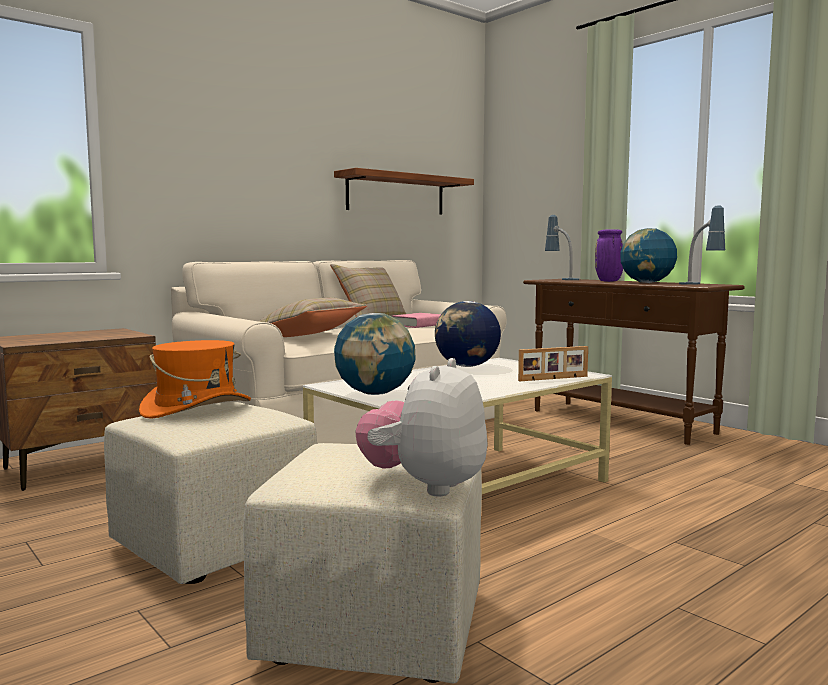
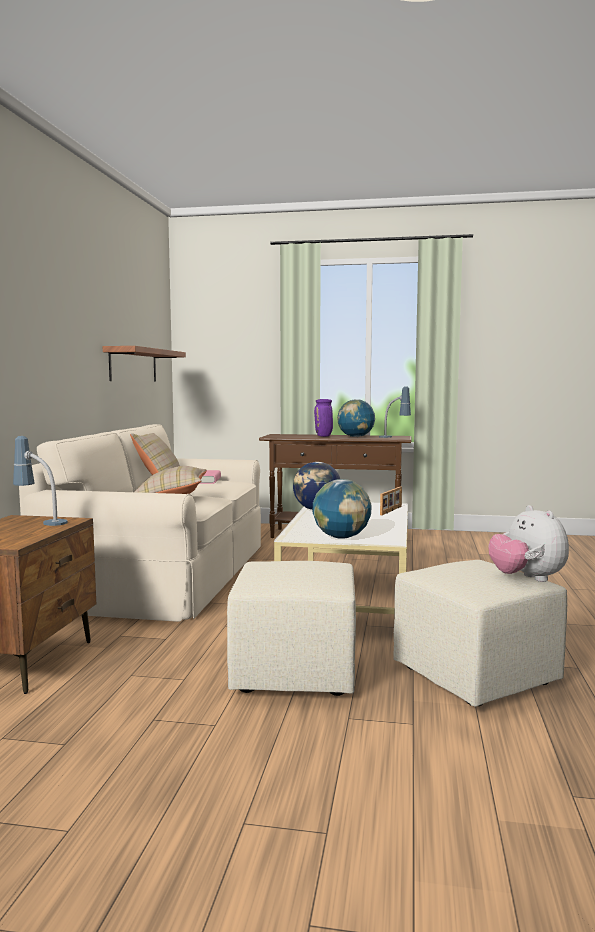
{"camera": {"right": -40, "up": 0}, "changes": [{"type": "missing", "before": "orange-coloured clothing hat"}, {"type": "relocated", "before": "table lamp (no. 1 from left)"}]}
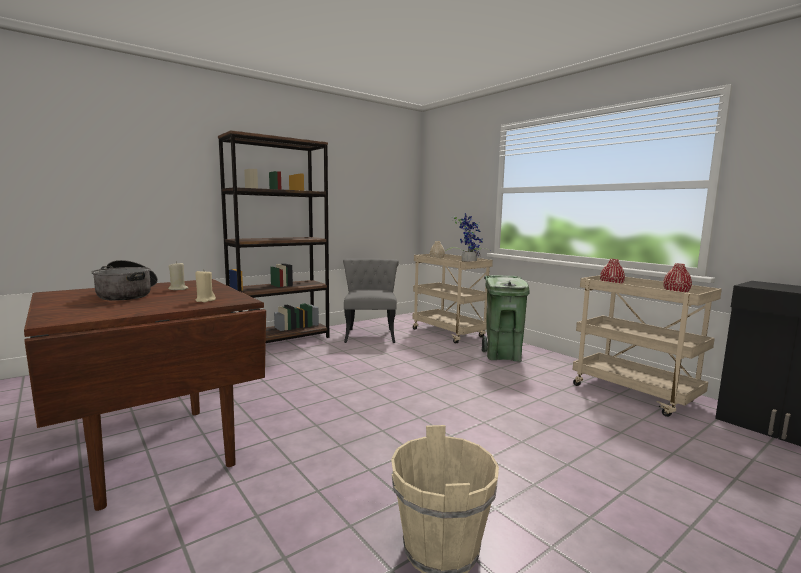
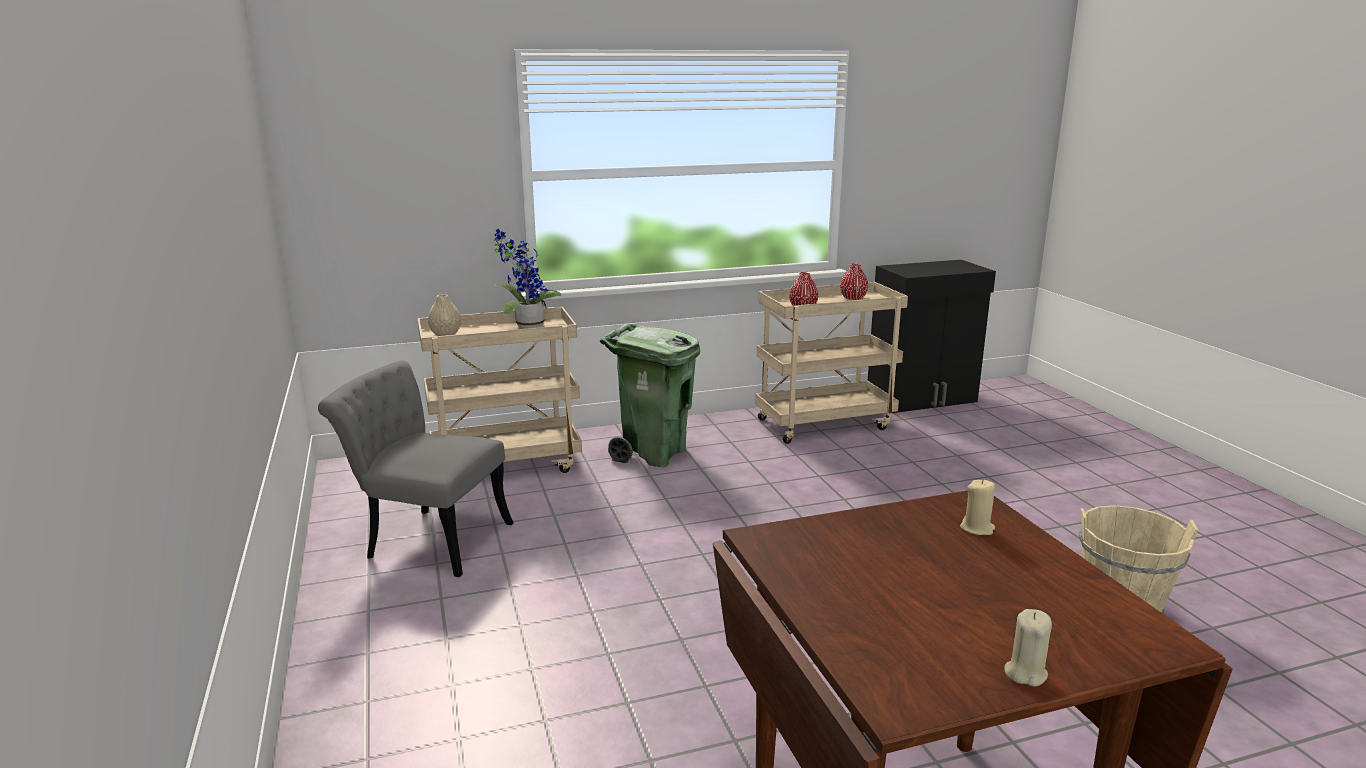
{"camera": {"right": -70, "up": 10}, "changes": [{"type": "missing", "before": "cooking pot"}, {"type": "relocated", "before": "beige-coloured candle (no. 1 from left in the first image)", "after": "beige-coloured candle (no. 2 from left)"}, {"type": "missing", "before": "brown-coloured bookcase"}]}
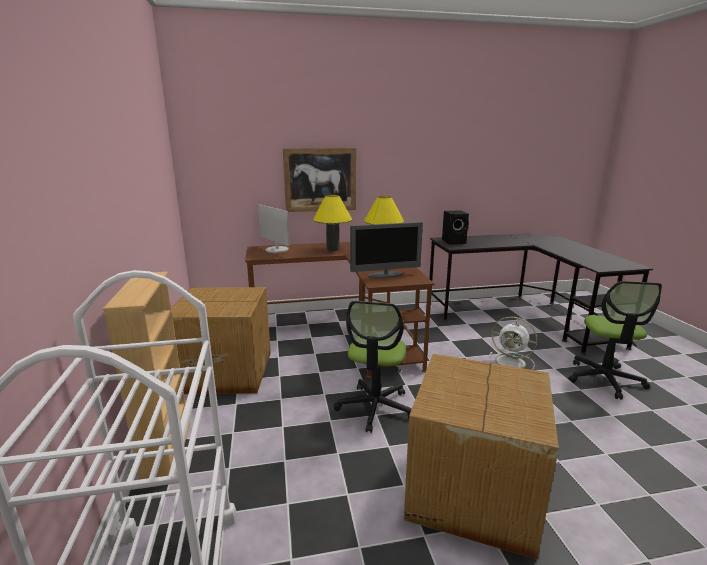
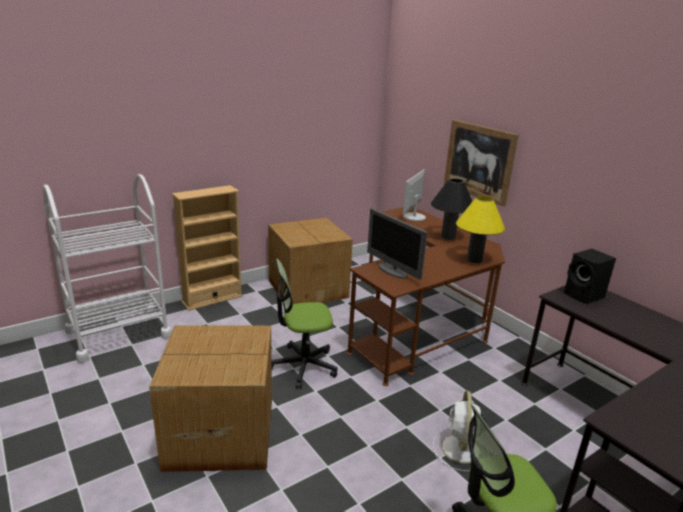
{"camera": {"right": 65, "up": 5}, "changes": [{"type": "colour", "before": "yellow-coloured table lamp (no. 1 from left)", "after": "blackish table lamp"}]}
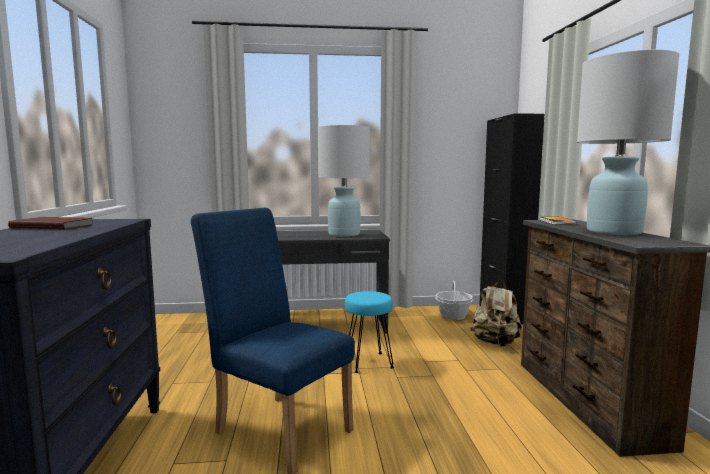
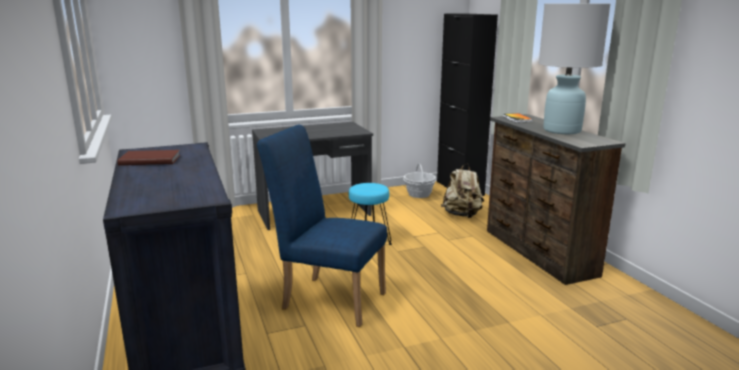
{"camera": {"right": -15, "up": 10}, "changes": [{"type": "missing", "before": "white table lamp (no. 1 from left)"}]}
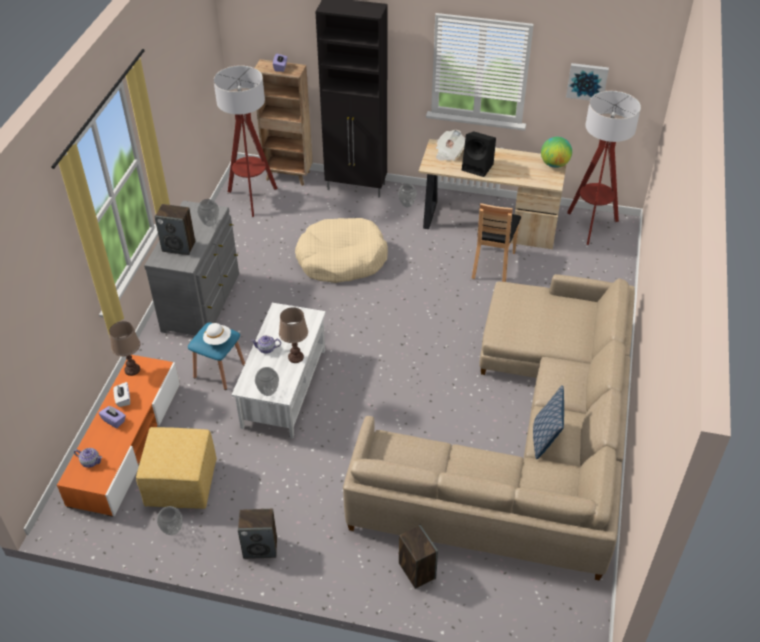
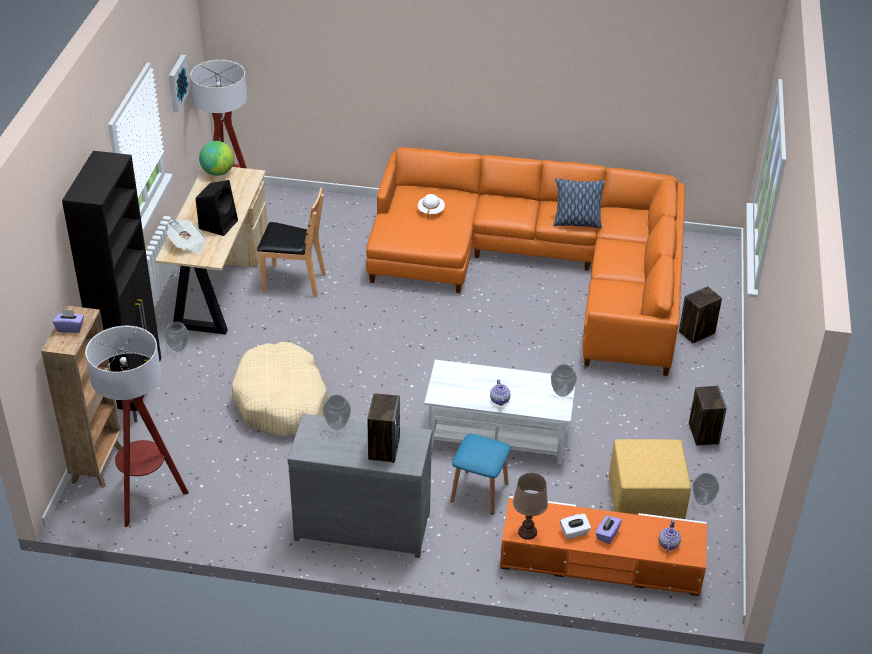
{"camera": {"right": -95, "up": -5}, "changes": [{"type": "relocated", "before": "white clothing hat"}, {"type": "missing", "before": "brown-coloured table lamp (no. 2 from left)"}, {"type": "colour", "before": "beige-coloured settee", "after": "orange-coloured settee"}]}
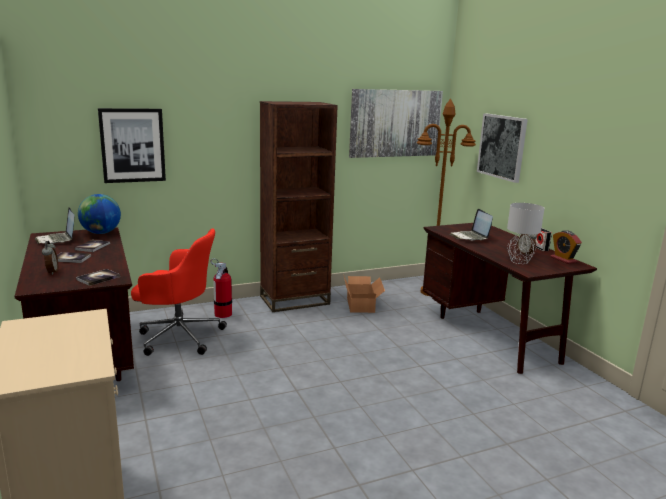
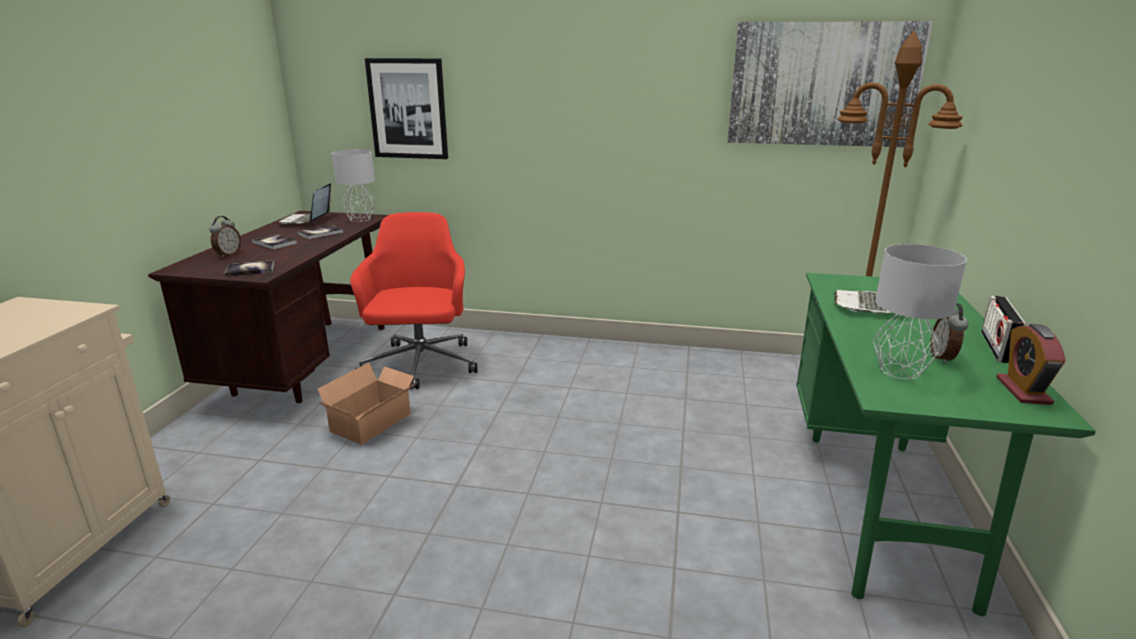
{"camera": {"right": 35, "up": 5}, "changes": [{"type": "exchanged", "before": "globe", "after": "gray table lamp (no. 1 from left)"}, {"type": "spun", "before": "reddish desk chair", "turn": -135}, {"type": "missing", "before": "fire-fighting cylinder"}, {"type": "missing", "before": "brown-coloured bookcase"}, {"type": "relocated", "before": "cardboard box"}, {"type": "colour", "before": "brown-coloured desk table (no. 2 from left)", "after": "green-coloured desk table"}, {"type": "missing", "before": "picture (no. 3 from left)"}]}
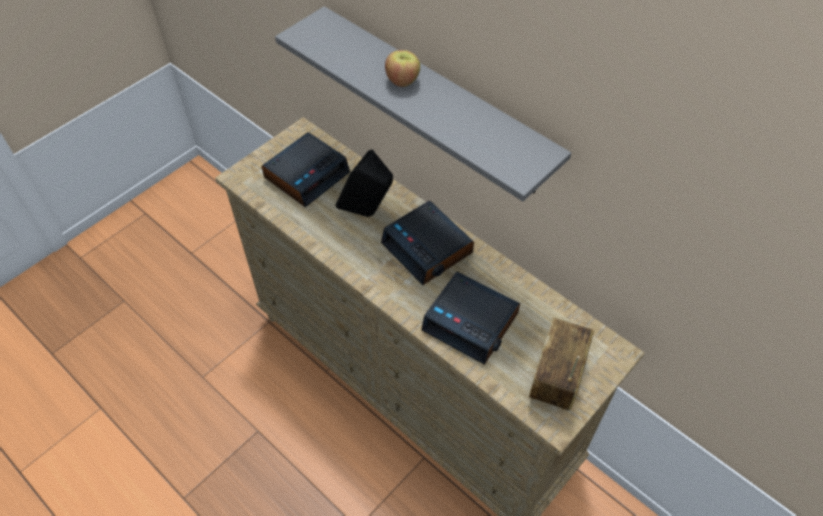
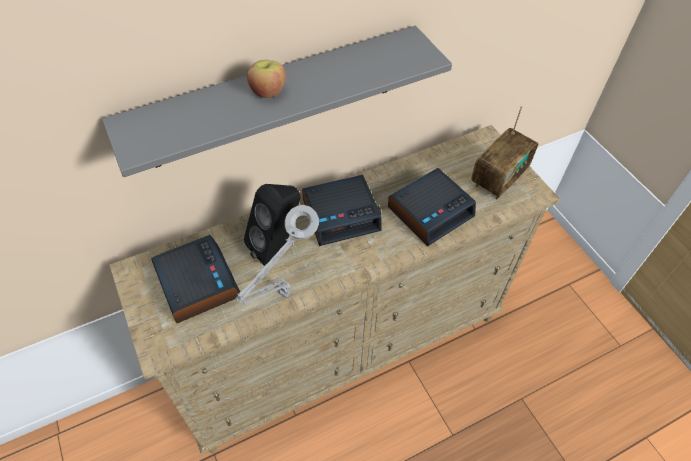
{"camera": {"right": -70, "up": 0}, "changes": [{"type": "spun", "before": "radio", "turn": -90}, {"type": "appeared", "after": "gray table lamp"}]}
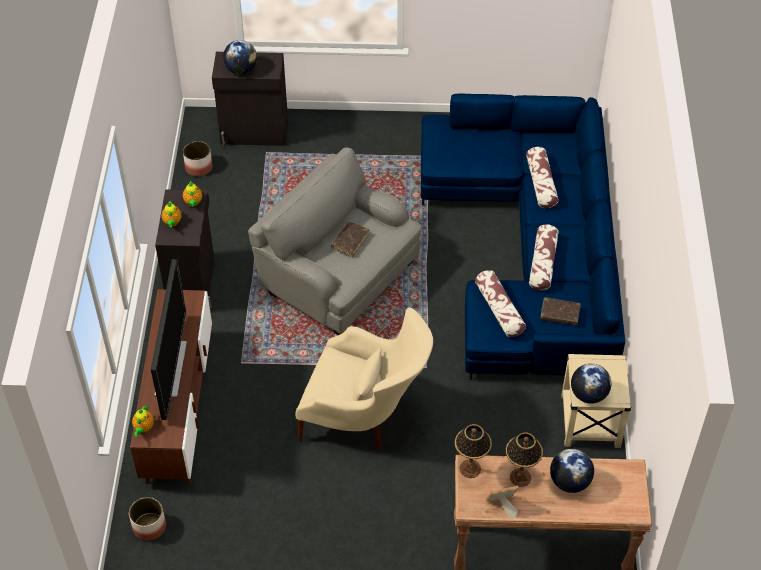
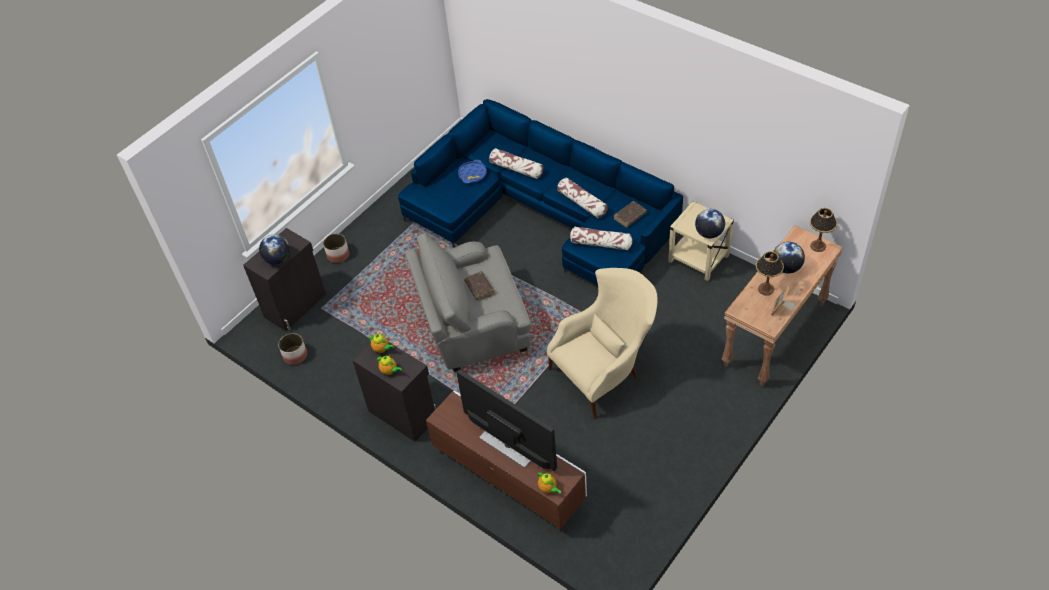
{"camera": {"right": -50, "up": 0}, "changes": [{"type": "relocated", "before": "plant pot (no. 1 from left in the first image)", "after": "plant pot (no. 2 from left)"}, {"type": "relocated", "before": "table lamp (no. 1 from left in the first image)", "after": "table lamp (no. 2 from left)"}, {"type": "appeared", "after": "blue carrying tray"}]}
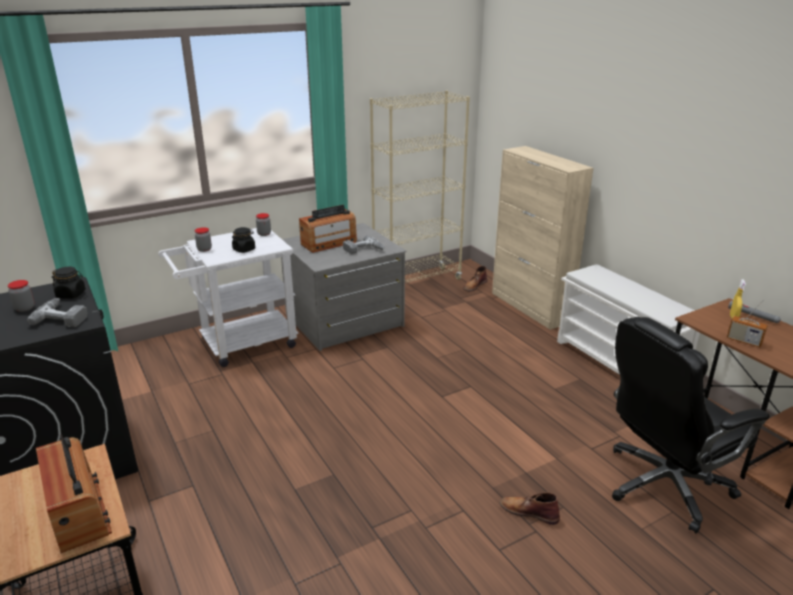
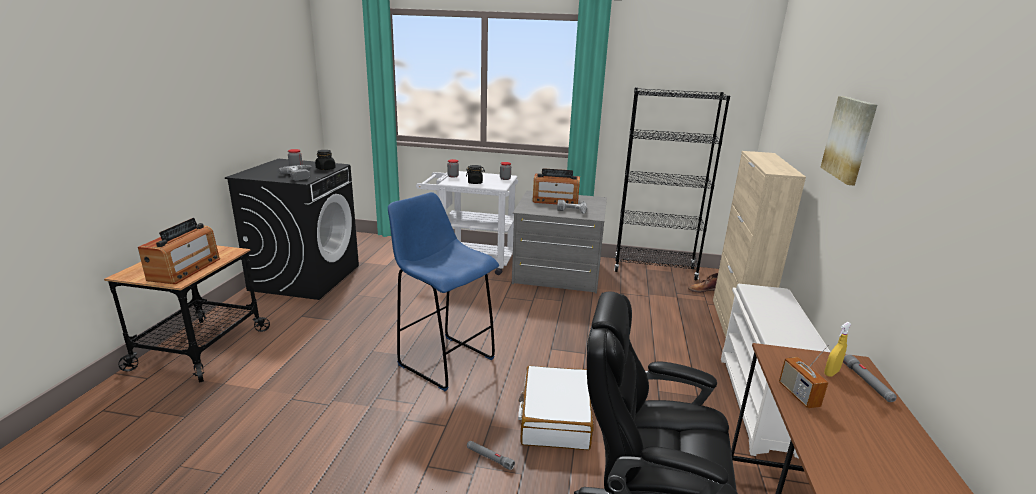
{"camera": {"right": 40, "up": -5}, "changes": [{"type": "colour", "before": "beige-coloured bookcase", "after": "blackish bookcase"}, {"type": "exchanged", "before": "brown-coloured high-top boot (no. 2 from left)", "after": "gray torch (no. 1 from left)"}, {"type": "appeared", "after": "blue stool"}, {"type": "appeared", "after": "white piece of luggage"}, {"type": "appeared", "after": "picture"}]}
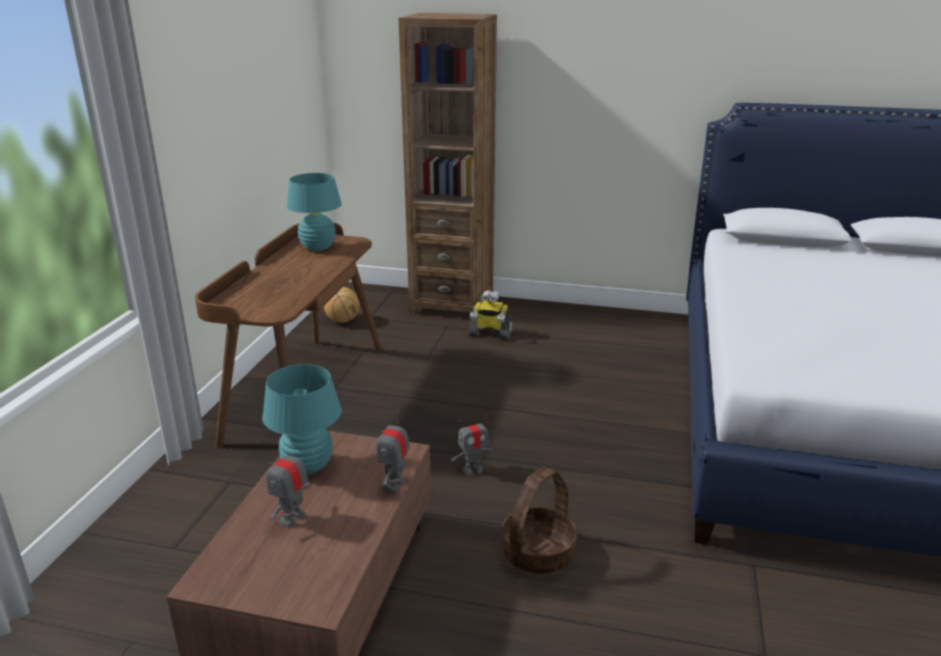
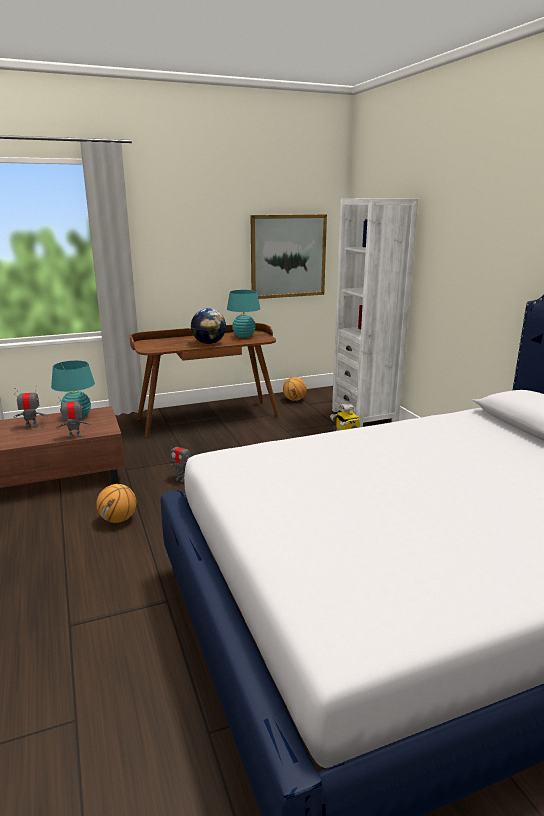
{"camera": {"right": 55, "up": -5}, "changes": [{"type": "colour", "before": "brown-coloured bookcase", "after": "white bookcase"}, {"type": "exchanged", "before": "storage basket", "after": "basketball ball (no. 1 from left)"}, {"type": "appeared", "after": "globe"}, {"type": "appeared", "after": "picture"}]}
